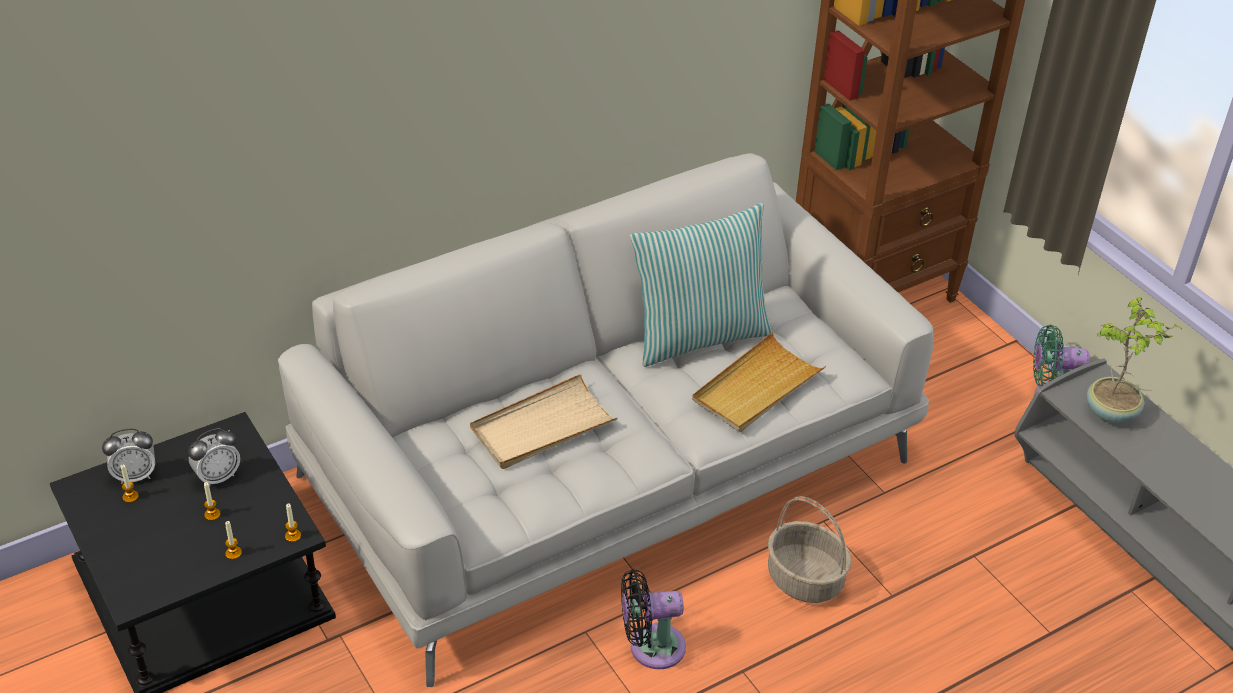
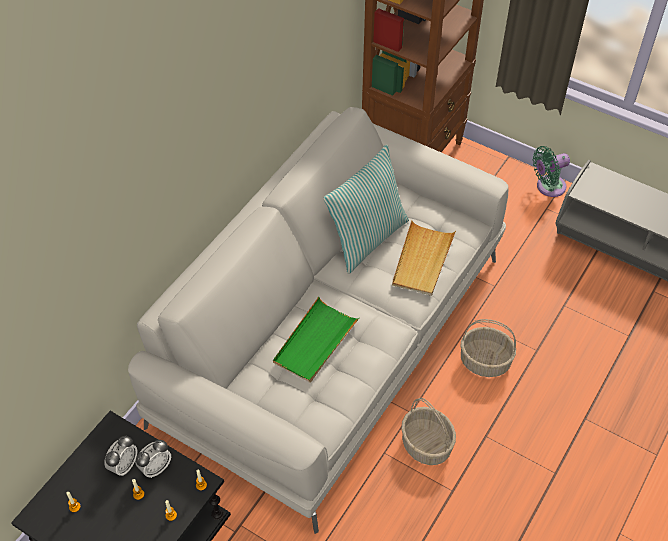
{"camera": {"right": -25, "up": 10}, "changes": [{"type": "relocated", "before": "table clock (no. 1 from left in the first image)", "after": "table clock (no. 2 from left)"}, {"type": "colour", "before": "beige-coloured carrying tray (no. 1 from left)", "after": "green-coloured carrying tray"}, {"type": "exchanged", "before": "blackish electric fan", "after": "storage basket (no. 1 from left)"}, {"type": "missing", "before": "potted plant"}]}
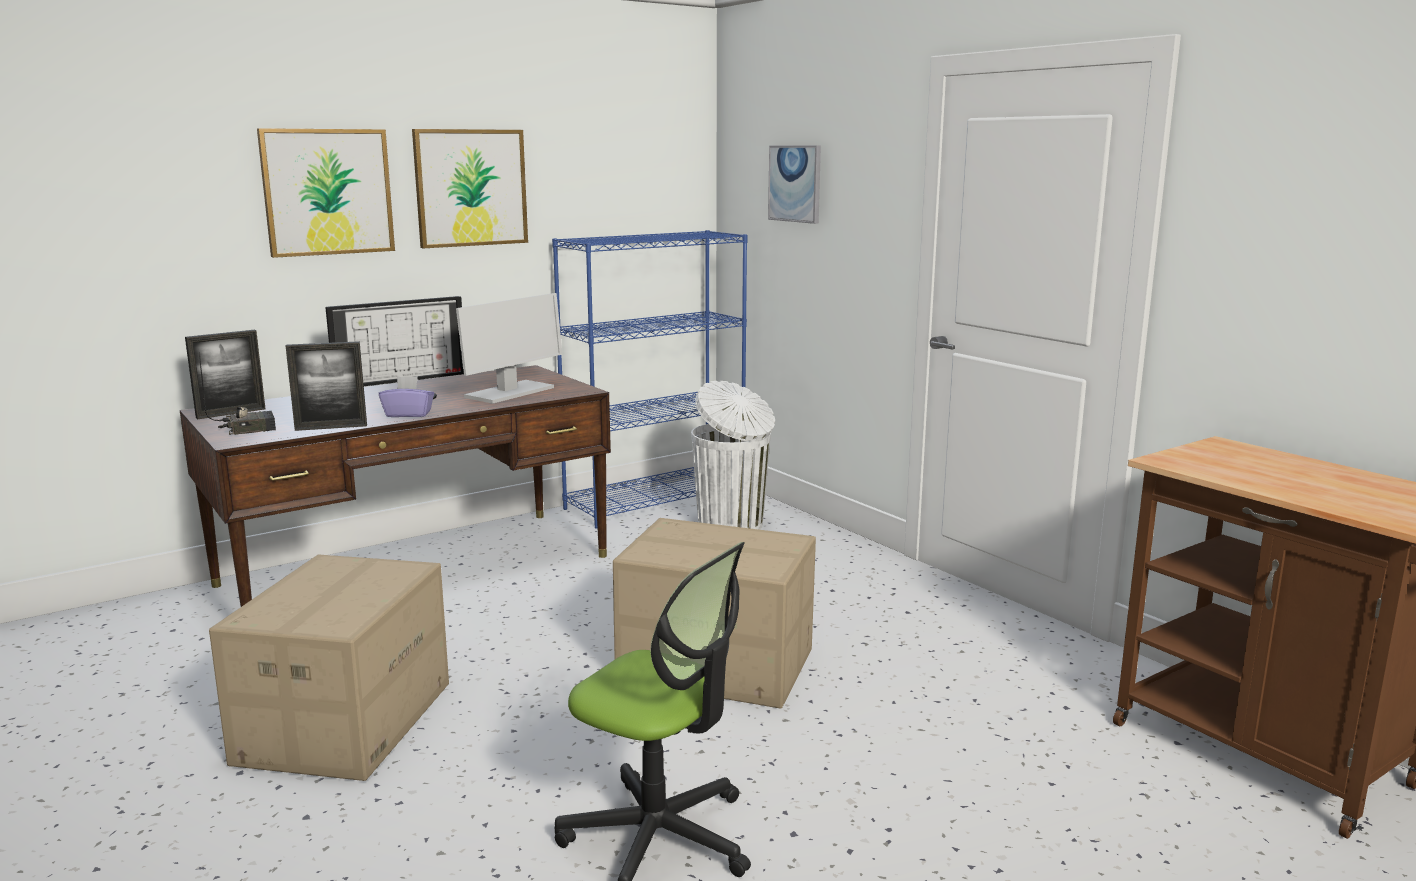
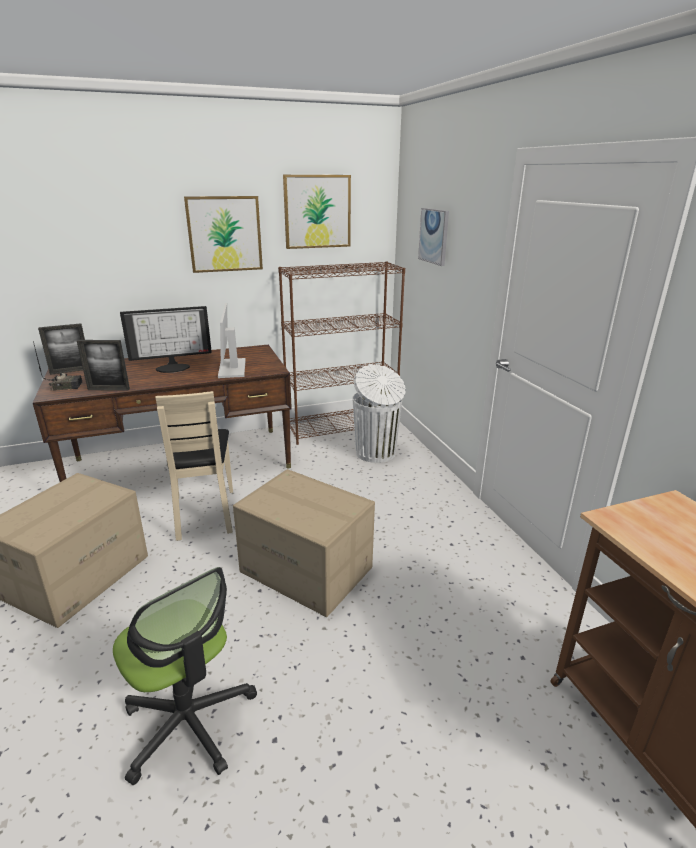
{"camera": {"right": 15, "up": 10}, "changes": [{"type": "relocated", "before": "picture (no. 1 from left in the first image)", "after": "picture (no. 2 from left)"}, {"type": "missing", "before": "purplish box of tissues"}, {"type": "spun", "before": "computer display (no. 2 from left)", "turn": 120}, {"type": "colour", "before": "blue bookcase", "after": "brown-coloured bookcase"}, {"type": "appeared", "after": "beige-coloured upright chair"}]}
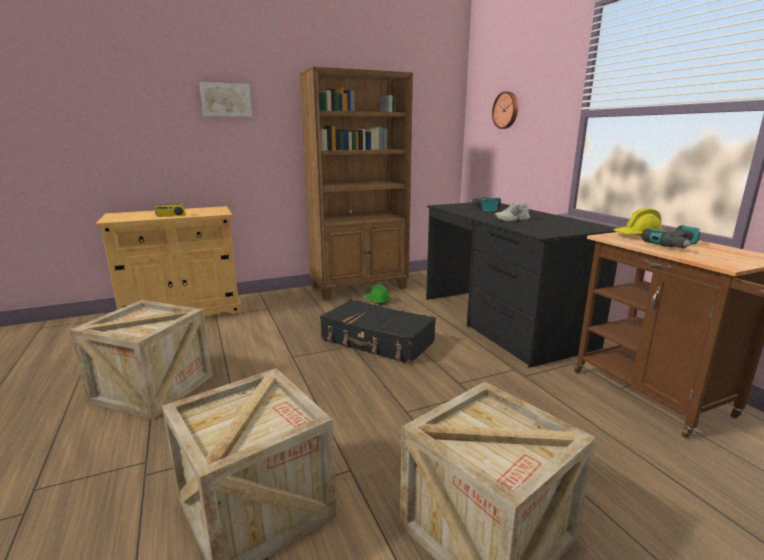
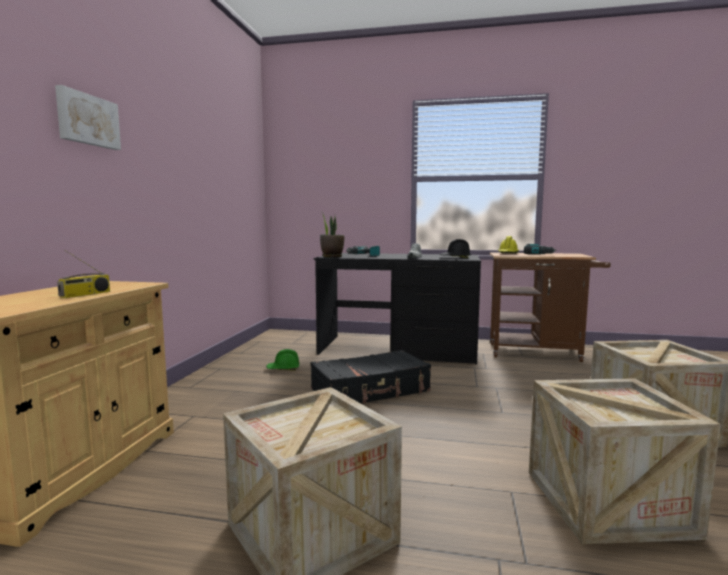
{"camera": {"right": -55, "up": -10}, "changes": [{"type": "missing", "before": "brown-coloured bookcase"}, {"type": "missing", "before": "clock on the wall"}, {"type": "appeared", "after": "potted plant"}, {"type": "appeared", "after": "blackish work helmet"}]}
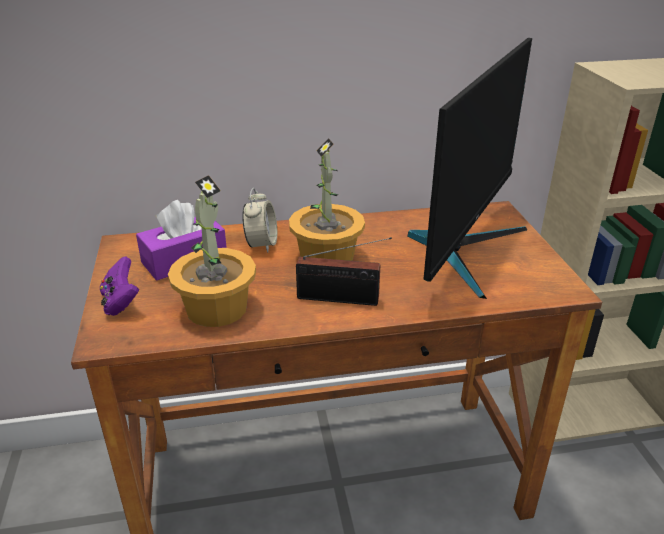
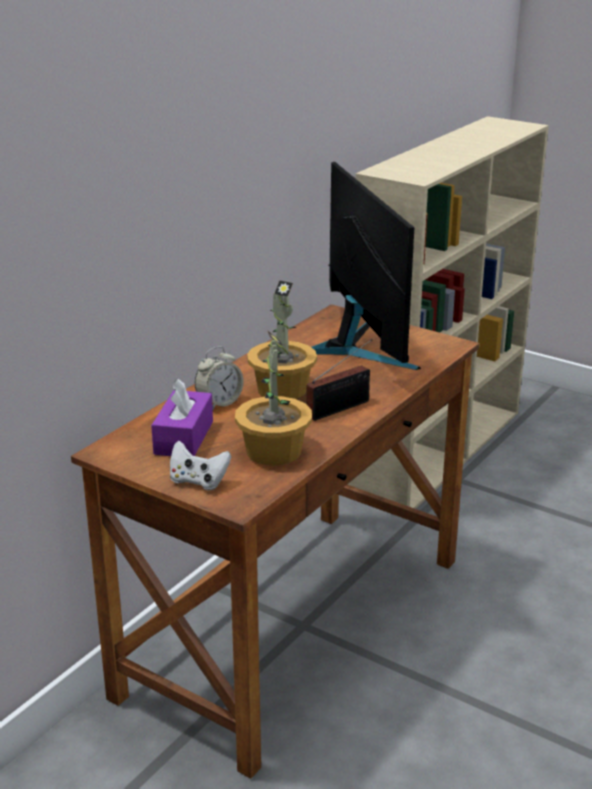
{"camera": {"right": -45, "up": -5}, "changes": [{"type": "colour", "before": "purplish game controller", "after": "white game controller"}, {"type": "spun", "before": "table clock", "turn": 90}]}
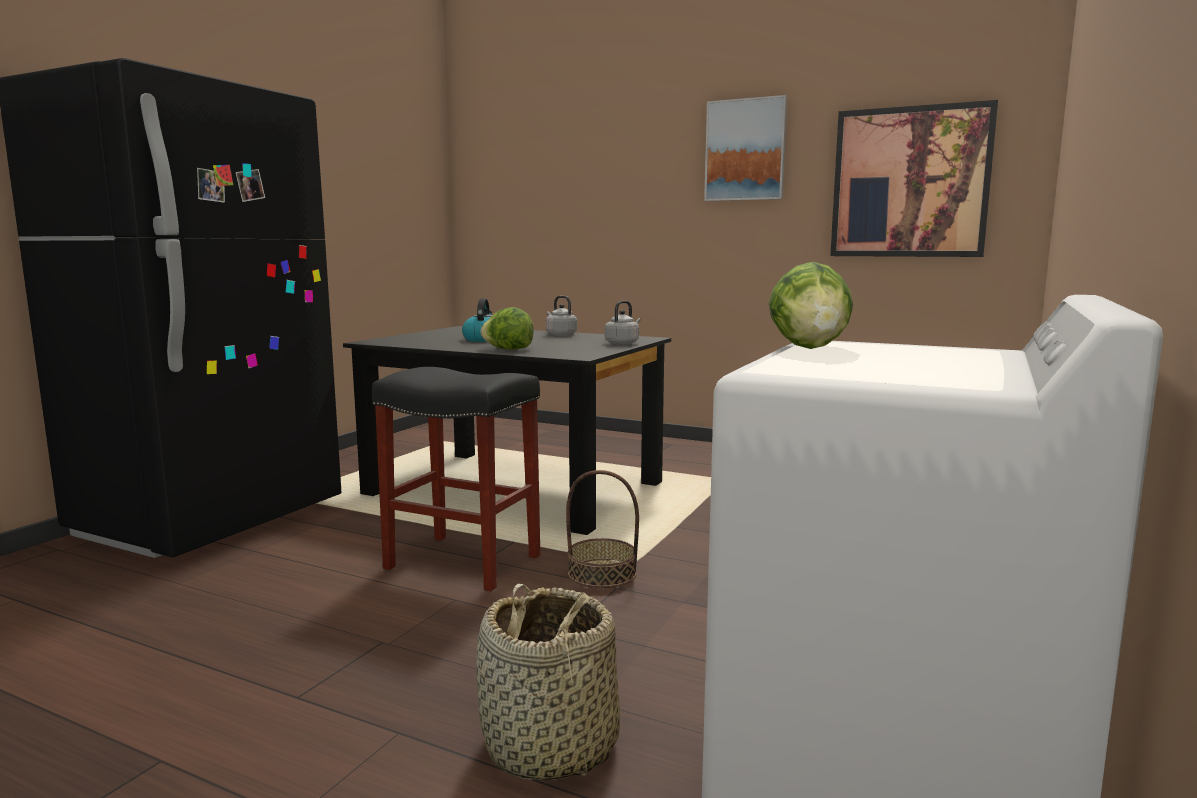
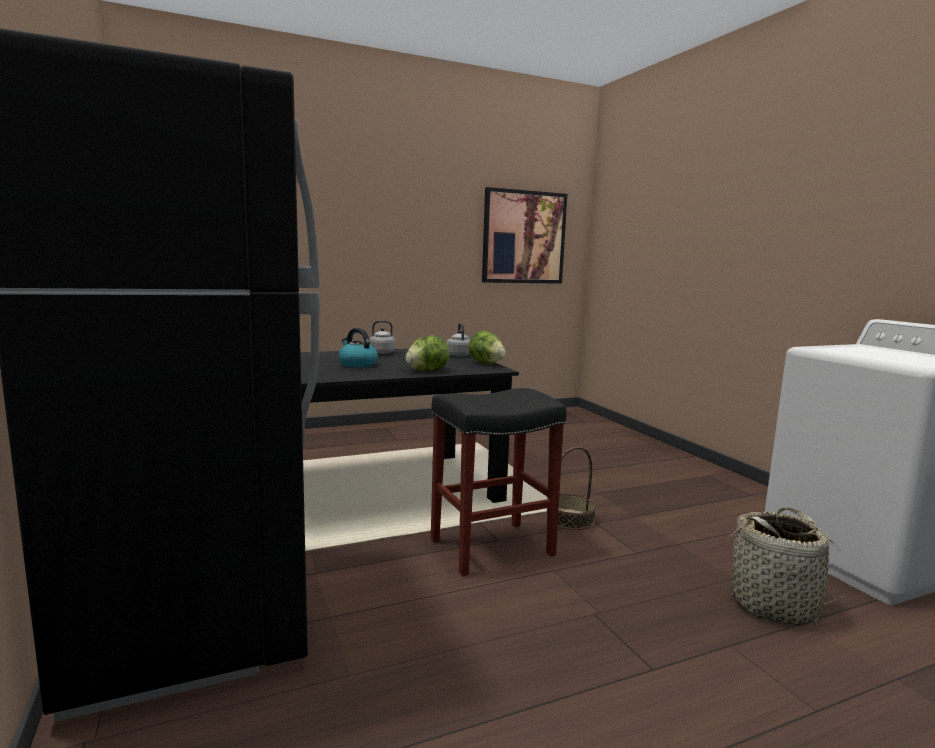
{"camera": {"right": -50, "up": 0}, "changes": [{"type": "missing", "before": "picture (no. 1 from left)"}, {"type": "relocated", "before": "lettuce (no. 2 from left)"}]}
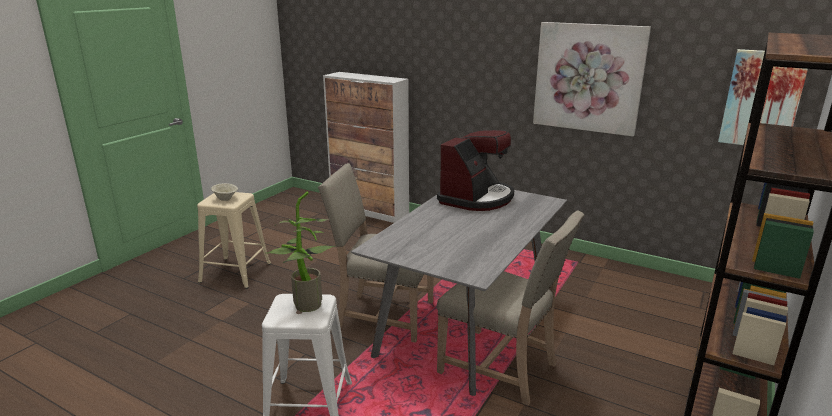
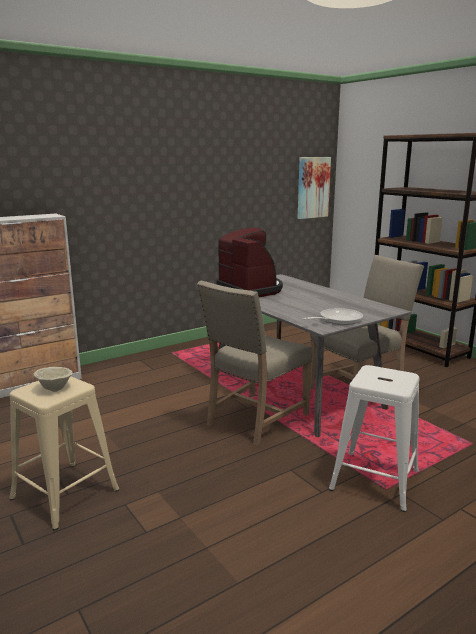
{"camera": {"right": -65, "up": -5}, "changes": [{"type": "missing", "before": "potted plant"}, {"type": "missing", "before": "picture (no. 1 from left)"}, {"type": "appeared", "after": "skillet"}]}
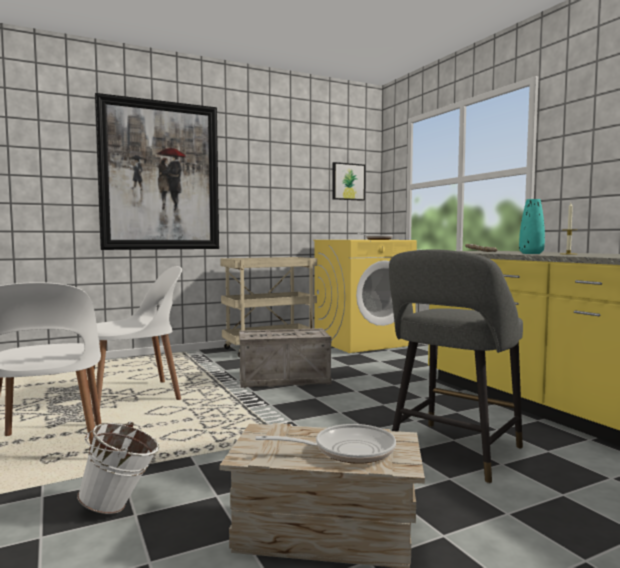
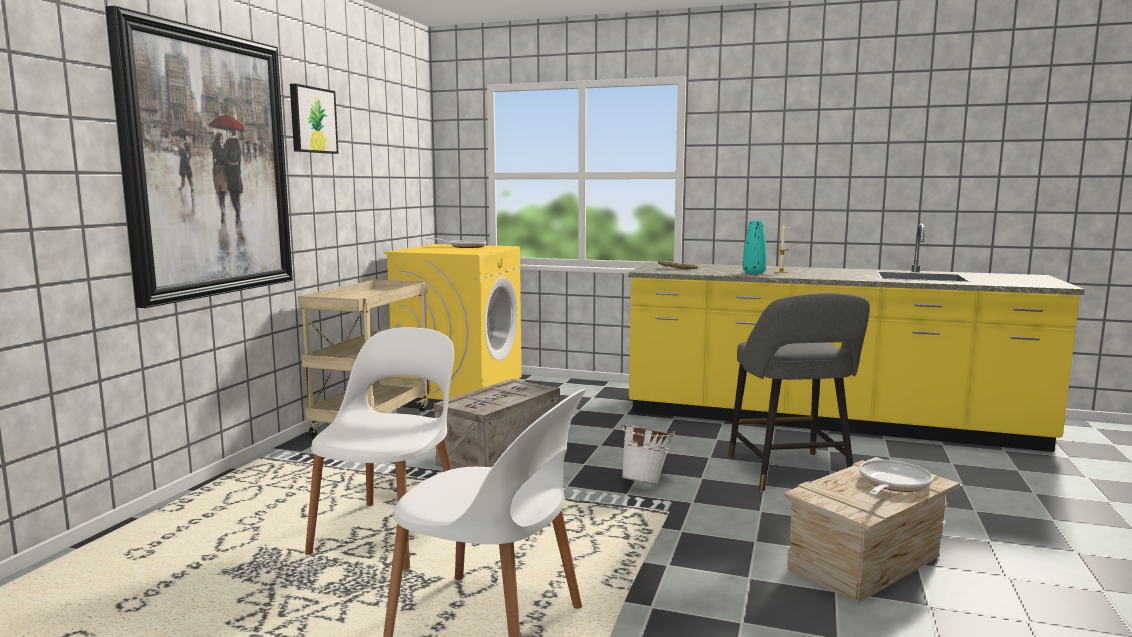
{"camera": {"right": -45, "up": 5}, "changes": [{"type": "relocated", "before": "white pail"}, {"type": "relocated", "before": "picture (no. 2 from left)"}]}
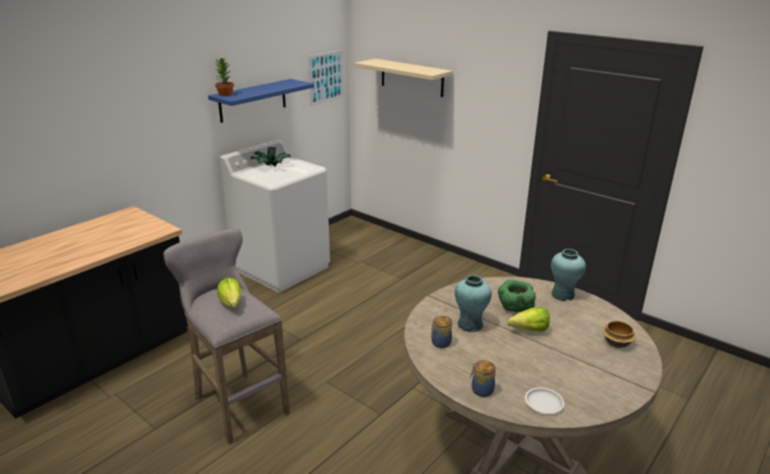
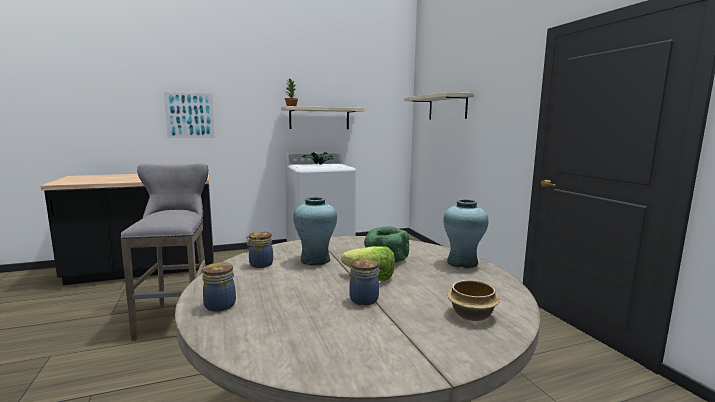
{"camera": {"right": 30, "up": -15}, "changes": [{"type": "colour", "before": "blue shelf", "after": "beige-coloured shelf (no. 1 from left)"}, {"type": "missing", "before": "lettuce (no. 1 from left)"}, {"type": "relocated", "before": "picture"}, {"type": "missing", "before": "white plate"}, {"type": "appeared", "after": "jar (no. 3 from left)"}]}
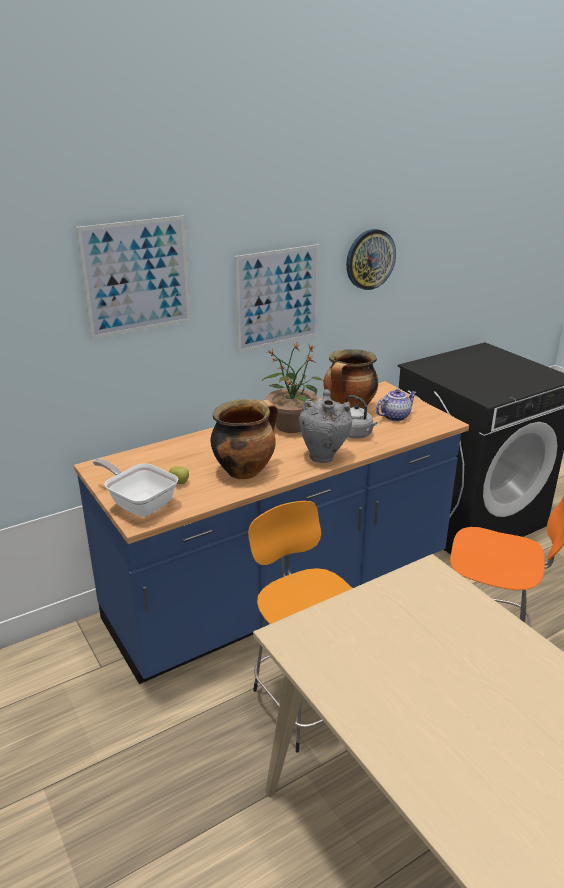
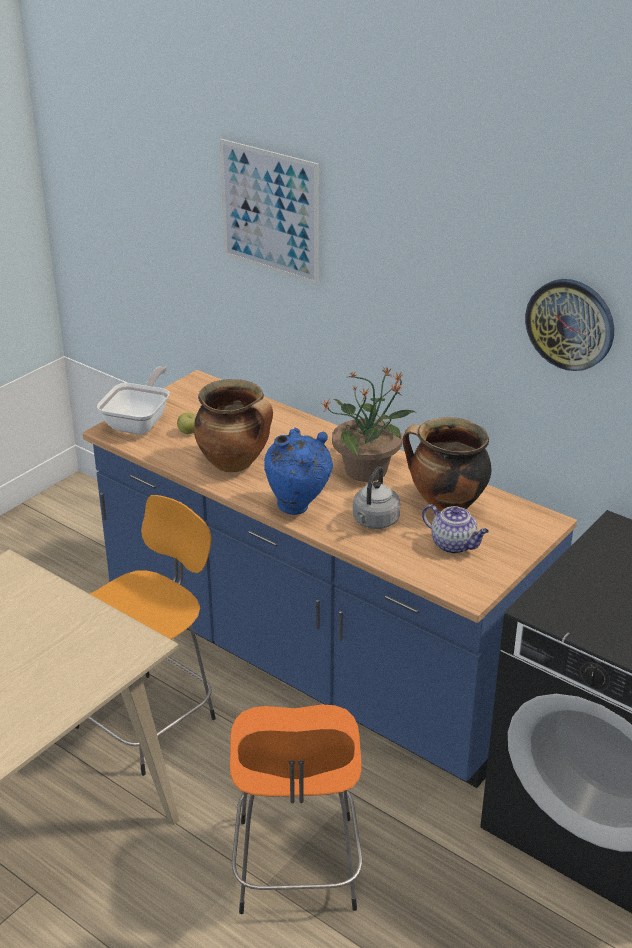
{"camera": {"right": 70, "up": 5}, "changes": [{"type": "missing", "before": "picture (no. 2 from left)"}, {"type": "colour", "before": "gray flower vase", "after": "blue flower vase"}]}
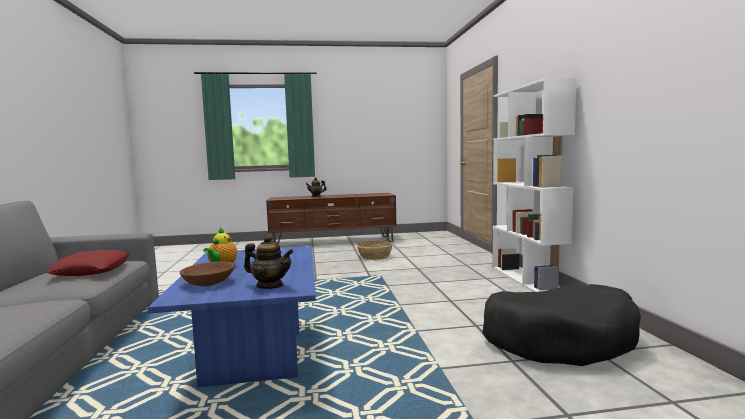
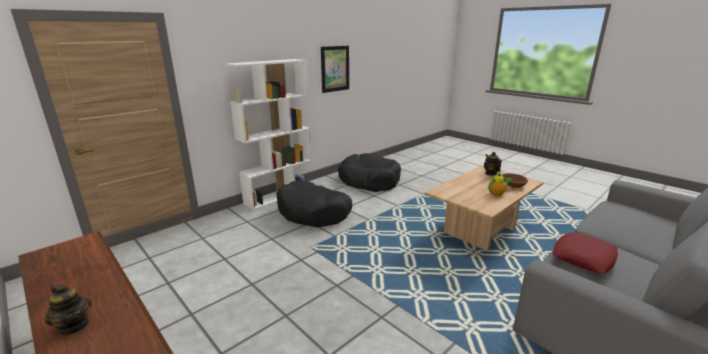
{"camera": {"right": -125, "up": 15}, "changes": [{"type": "colour", "before": "blue coffee table", "after": "beige-coloured coffee table"}, {"type": "missing", "before": "storage basket"}, {"type": "appeared", "after": "blackish dog cushion (no. 1 from left)"}, {"type": "appeared", "after": "picture"}]}
